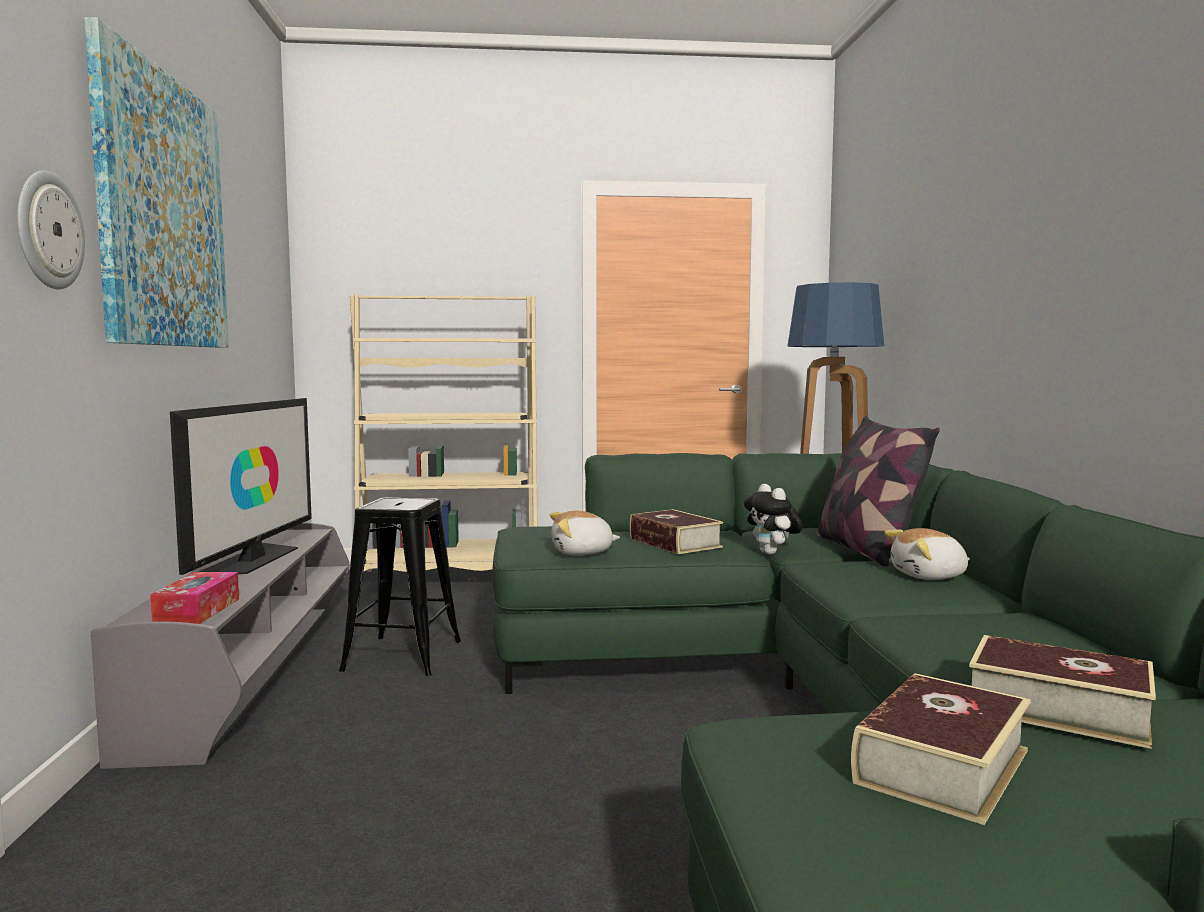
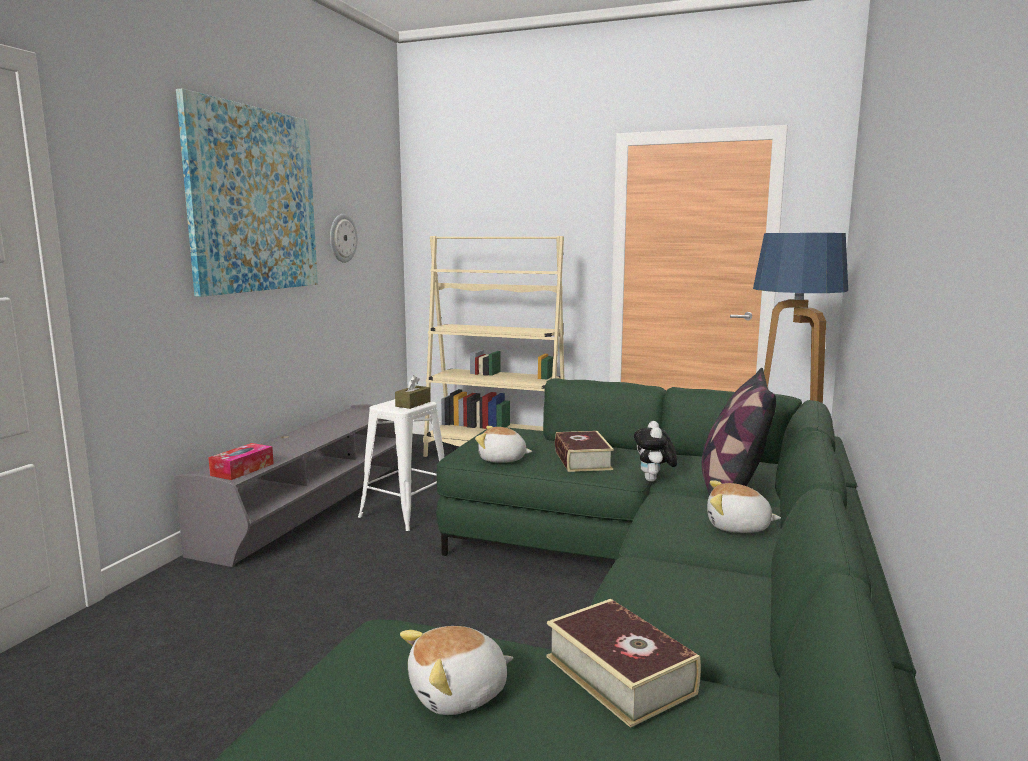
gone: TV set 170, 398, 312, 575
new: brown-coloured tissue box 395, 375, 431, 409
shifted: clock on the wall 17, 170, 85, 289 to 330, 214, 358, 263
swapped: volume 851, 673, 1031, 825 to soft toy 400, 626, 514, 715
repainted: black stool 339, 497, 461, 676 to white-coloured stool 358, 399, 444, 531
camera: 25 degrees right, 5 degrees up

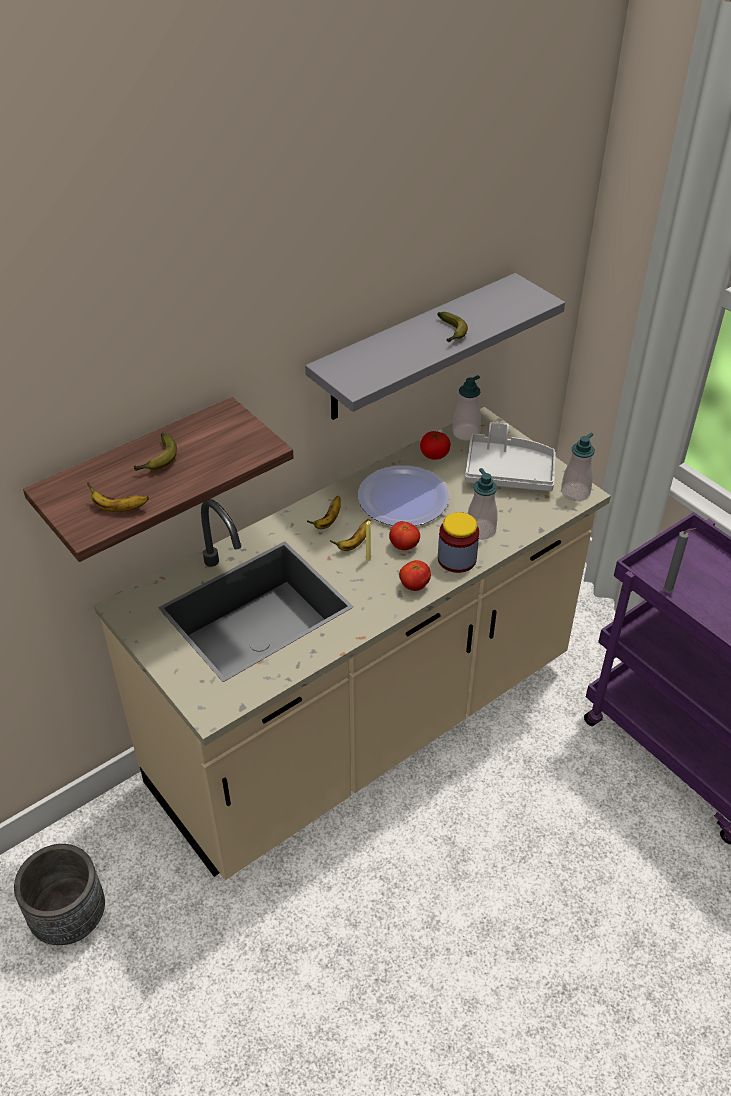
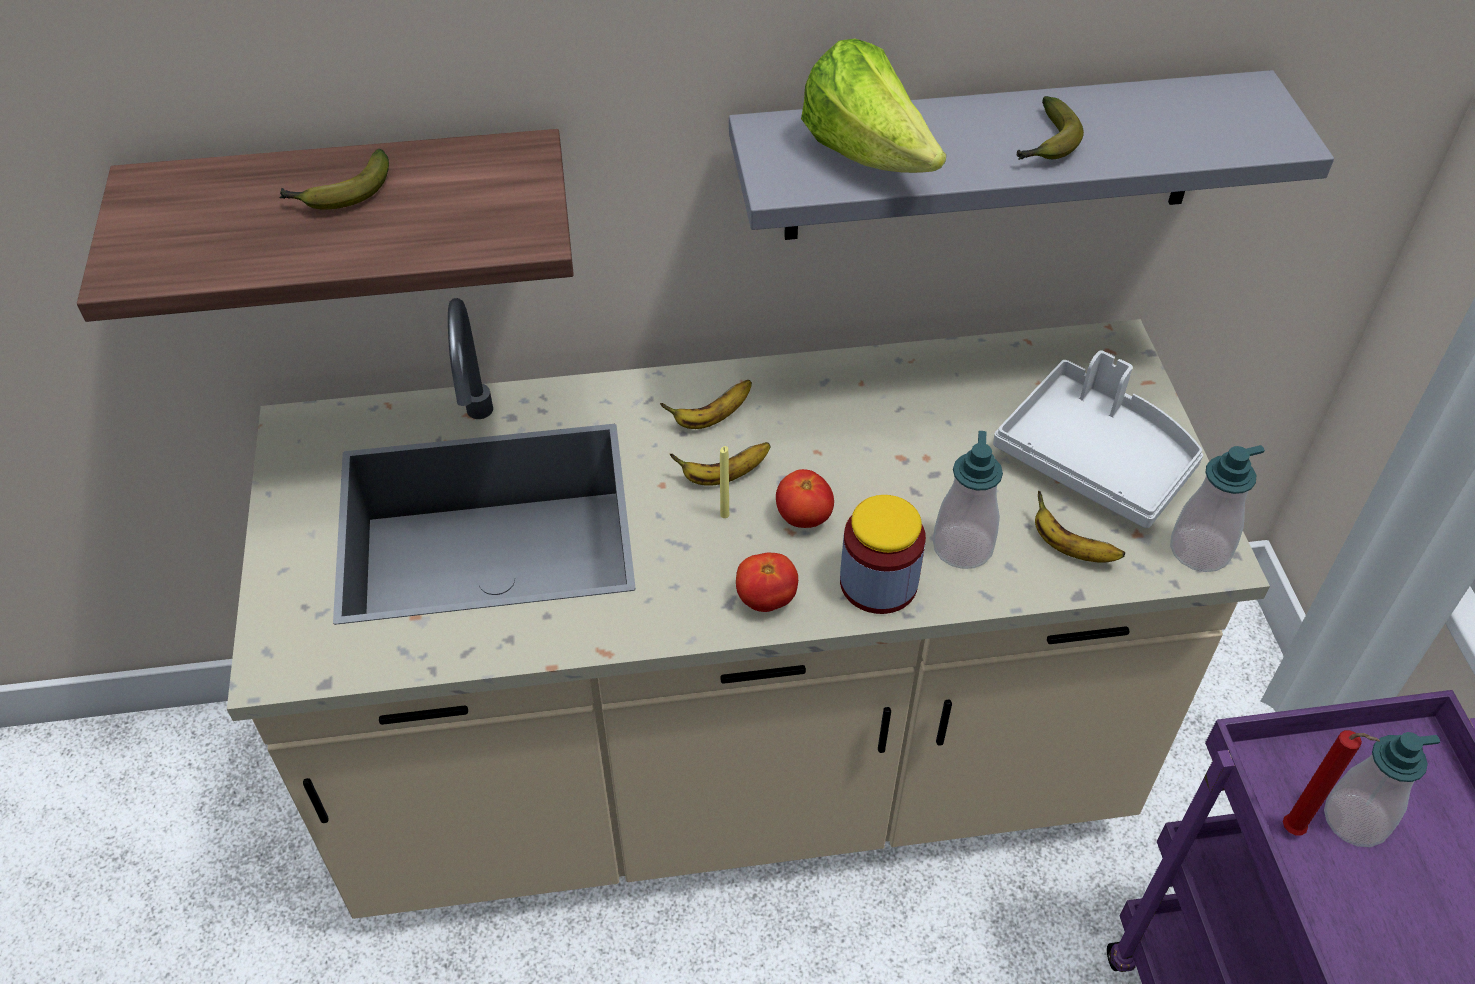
gone: gray planter 14, 844, 105, 945; dinner plate 358, 465, 449, 526; tomato 420, 431, 451, 460
new: lettuce head 801, 38, 946, 173
shifted: banana fruit 87, 482, 149, 512 to 1035, 491, 1125, 563; soap bottle 452, 375, 481, 441 to 1324, 732, 1440, 847
repainted: gray wax candle 663, 528, 696, 593 to red-coloured wax candle 1283, 730, 1380, 835
camera: 30 degrees right, 5 degrees up

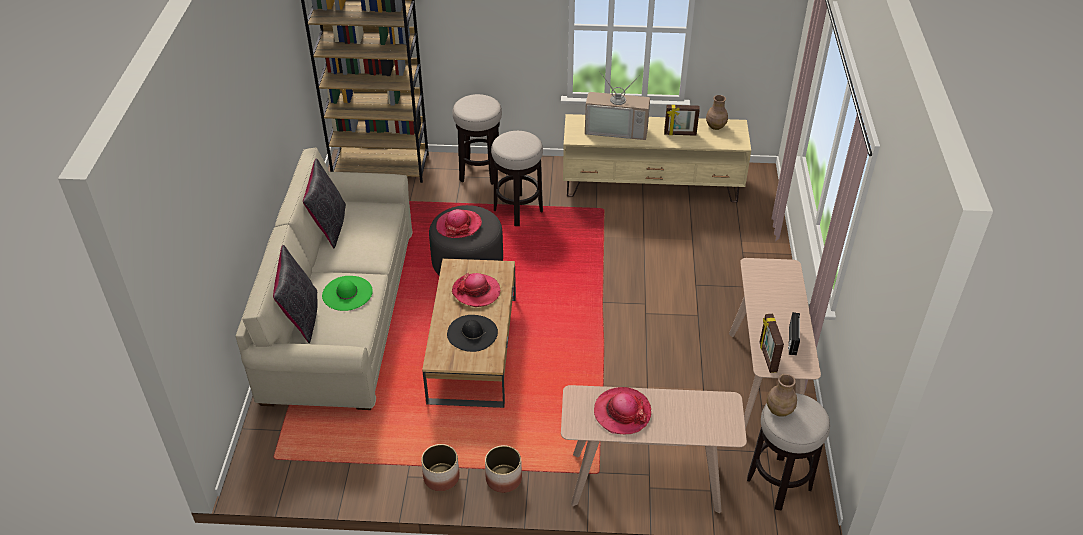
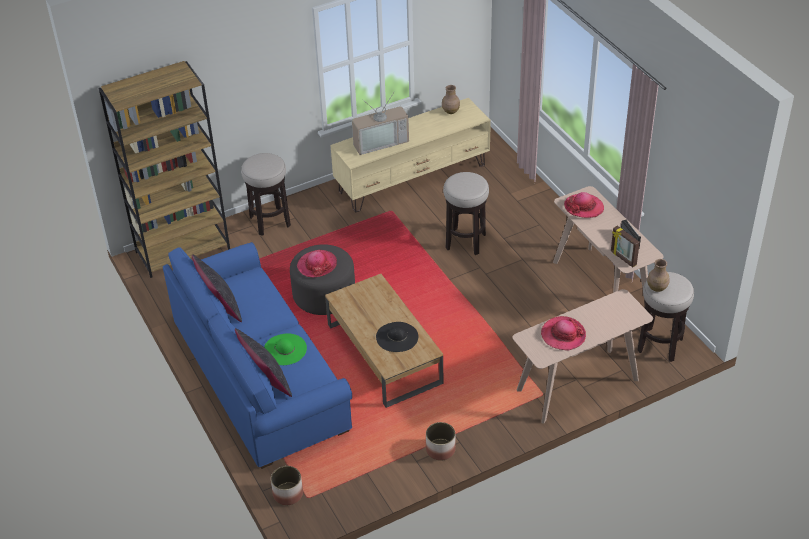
gone: photo frame 664, 105, 700, 136
shifted: planter 485, 445, 522, 493 to 271, 466, 303, 505; stool 491, 131, 543, 226 to 443, 172, 489, 255; clothing hat 452, 273, 500, 307 to 564, 192, 604, 218
repainted: beige-coloured couch 236, 148, 412, 410 to blue-coloured couch 163, 242, 352, 469
camera: 30 degrees left, 0 degrees up

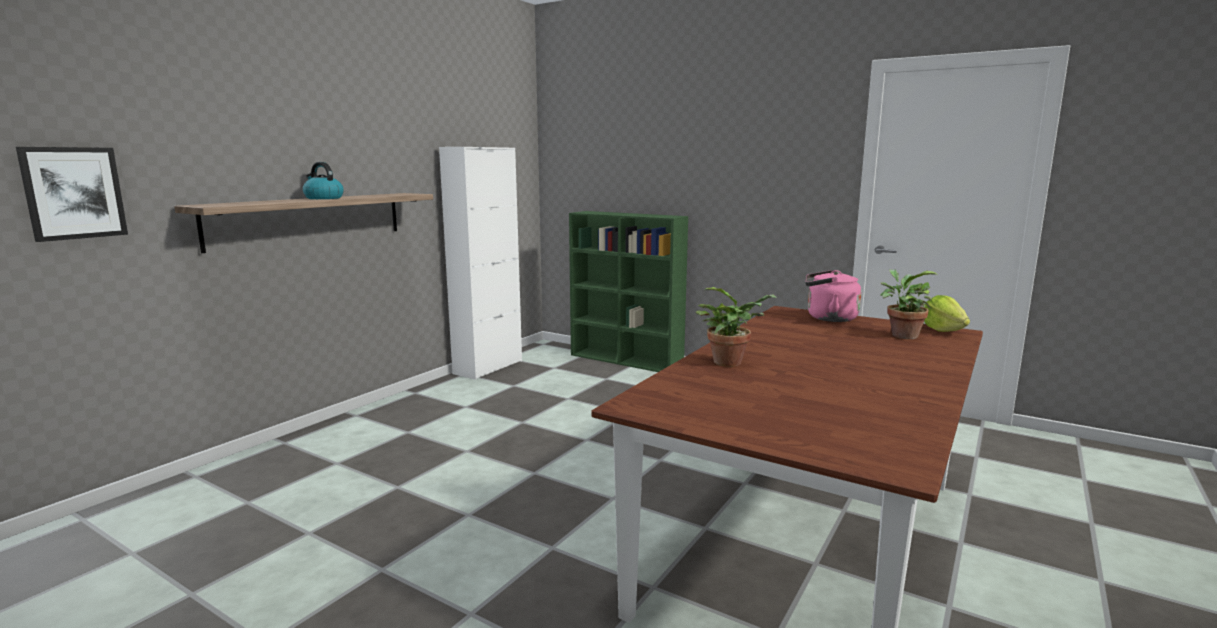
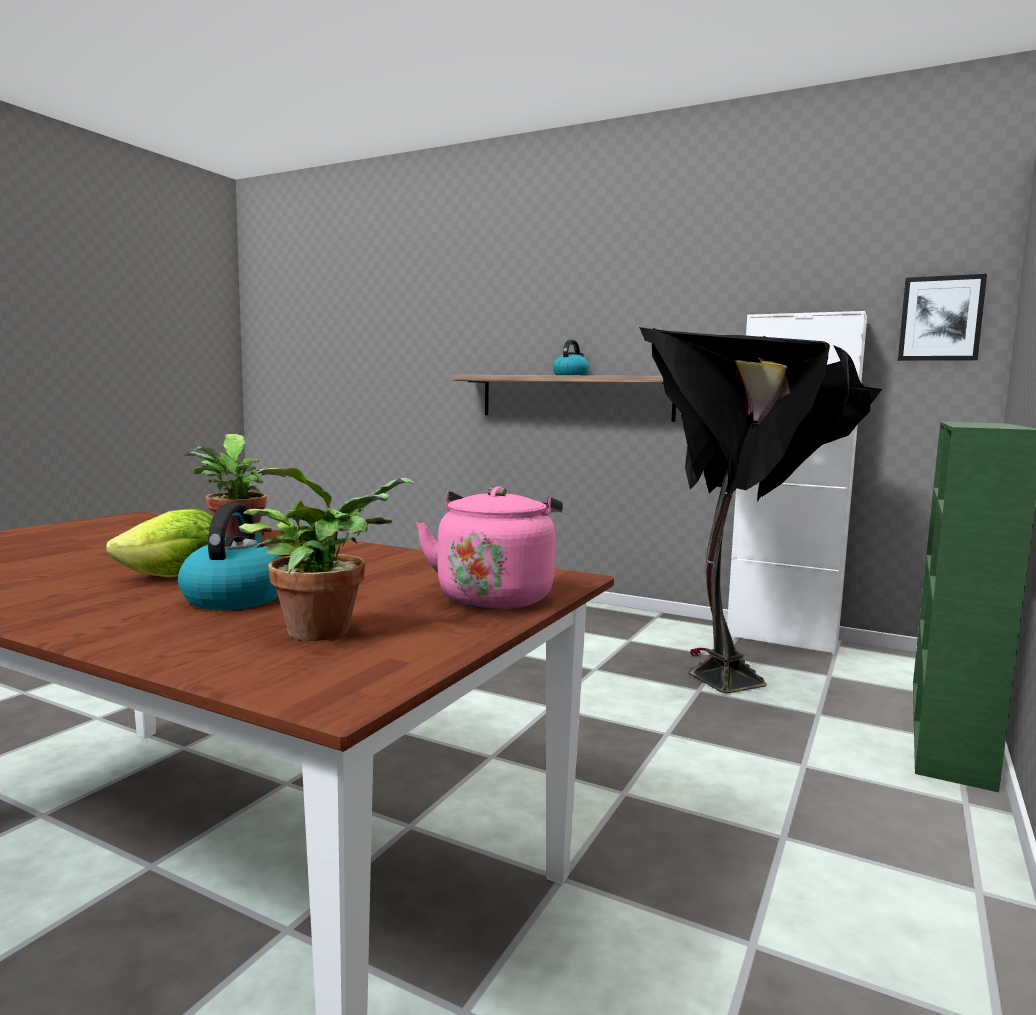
new: tea kettle 178, 503, 281, 610; black floor lamp 639, 327, 882, 694
shifted: lettuce head 924, 295, 970, 332 to 106, 509, 227, 577; wall art 16, 147, 128, 242 to 898, 274, 987, 361
camera: 85 degrees right, 5 degrees down

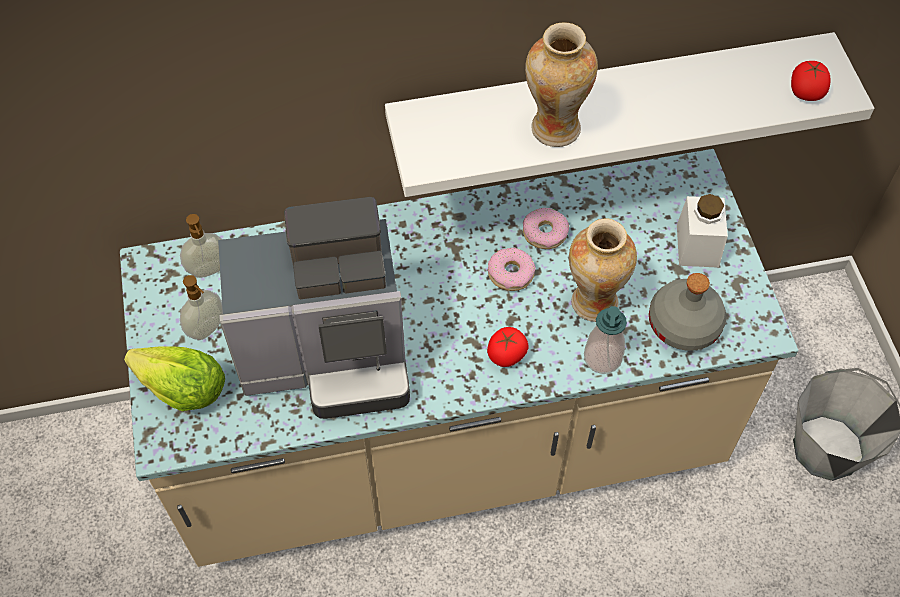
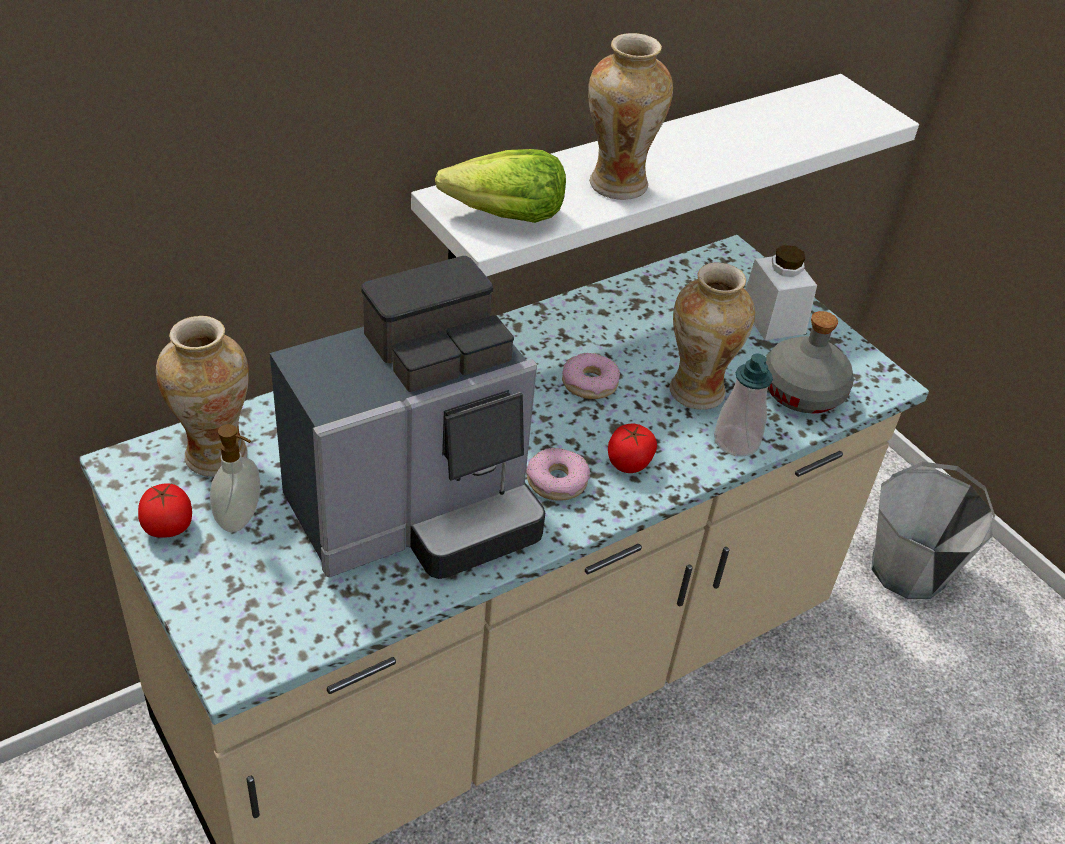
shifted: tomato 791, 61, 831, 101 to 138, 483, 192, 538; lettuce head 124, 346, 225, 411 to 435, 149, 566, 223; donut 523, 208, 569, 249 to 527, 448, 590, 501
swapped: soap bottle 180, 214, 223, 278 to vase 156, 316, 249, 477
camera: 25 degrees left, 15 degrees down

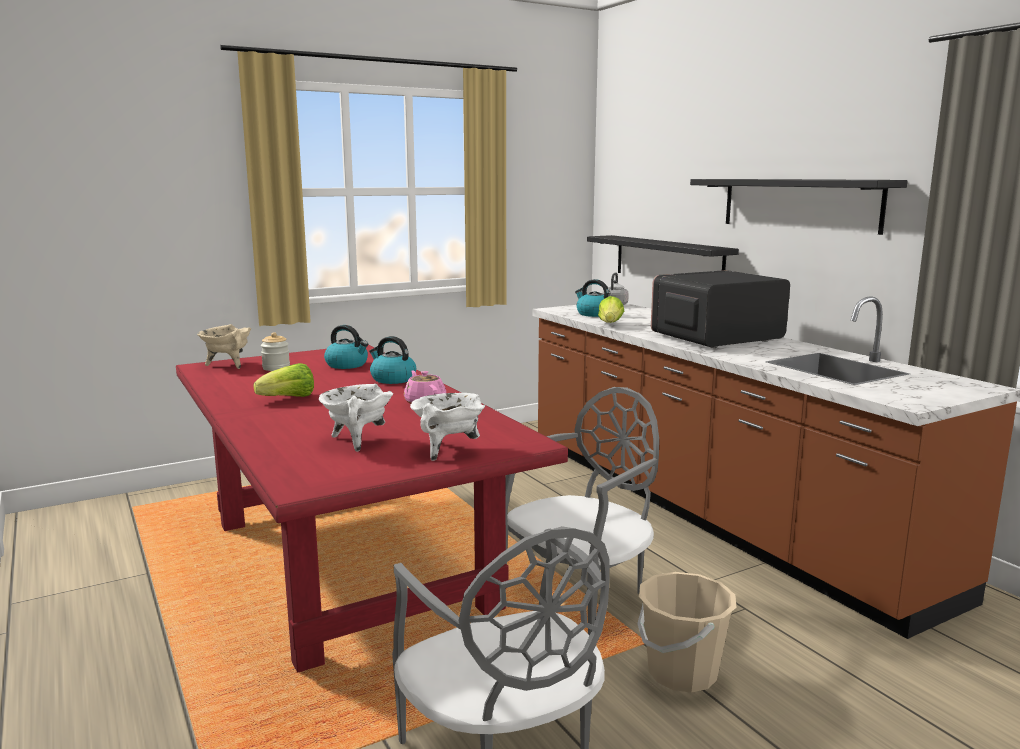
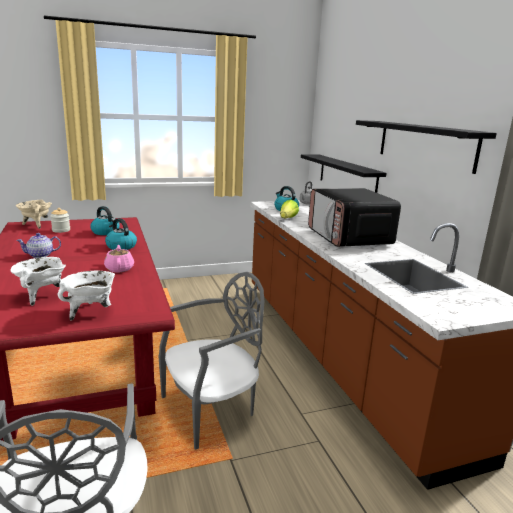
gone: beige-coloured bucket 637, 572, 737, 693
swapped: lettuce head 254, 363, 314, 397 to teapot 16, 233, 61, 258
rotated: microwave 651, 270, 790, 348 = 308, 188, 401, 247 90 degrees counterclockwise
camera: 10 degrees right, 5 degrees up

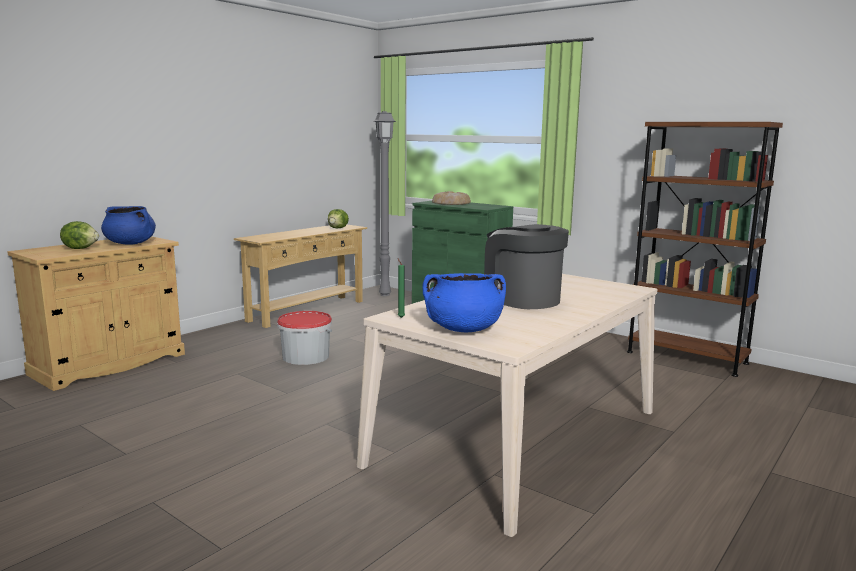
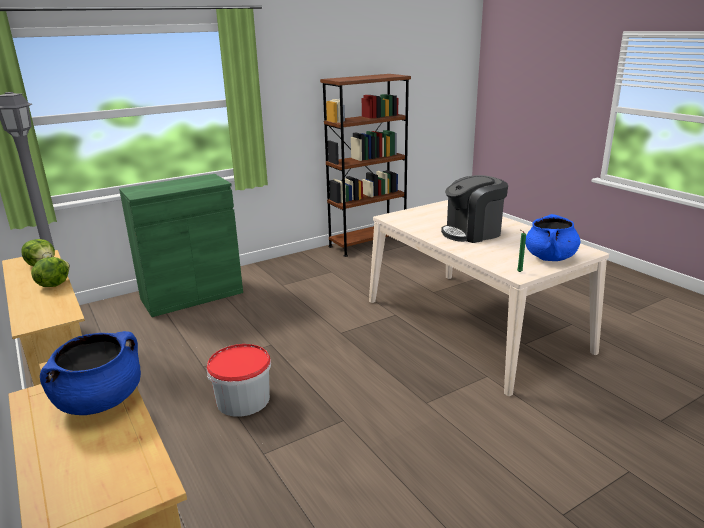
gone: bread 432, 191, 471, 205
shifted: lettuce head 60, 221, 99, 249 to 31, 257, 70, 287
camera: 70 degrees left, 10 degrees up

